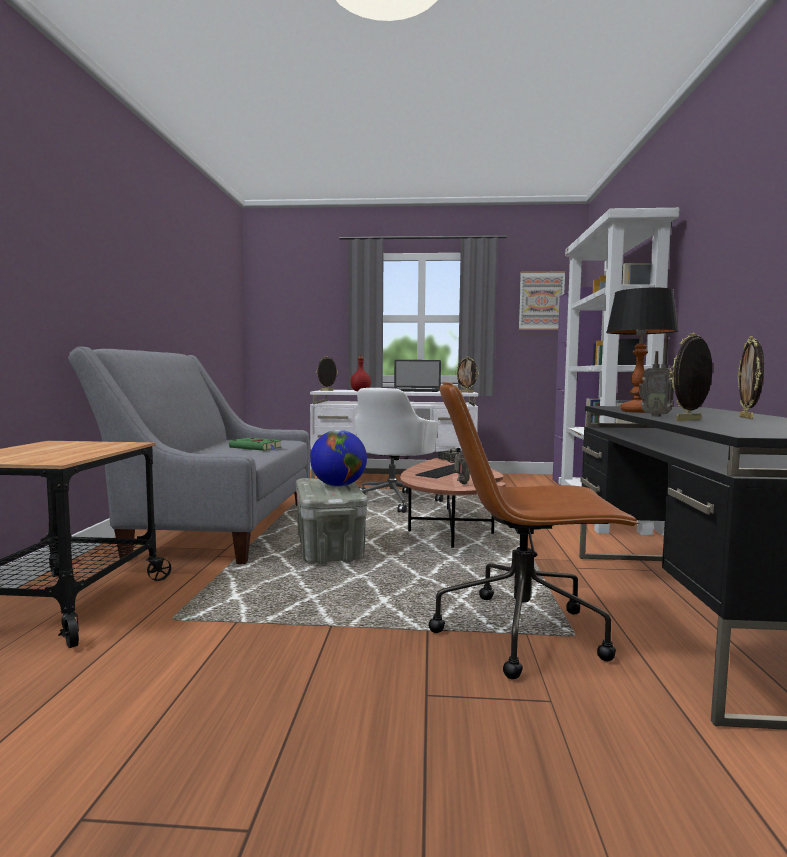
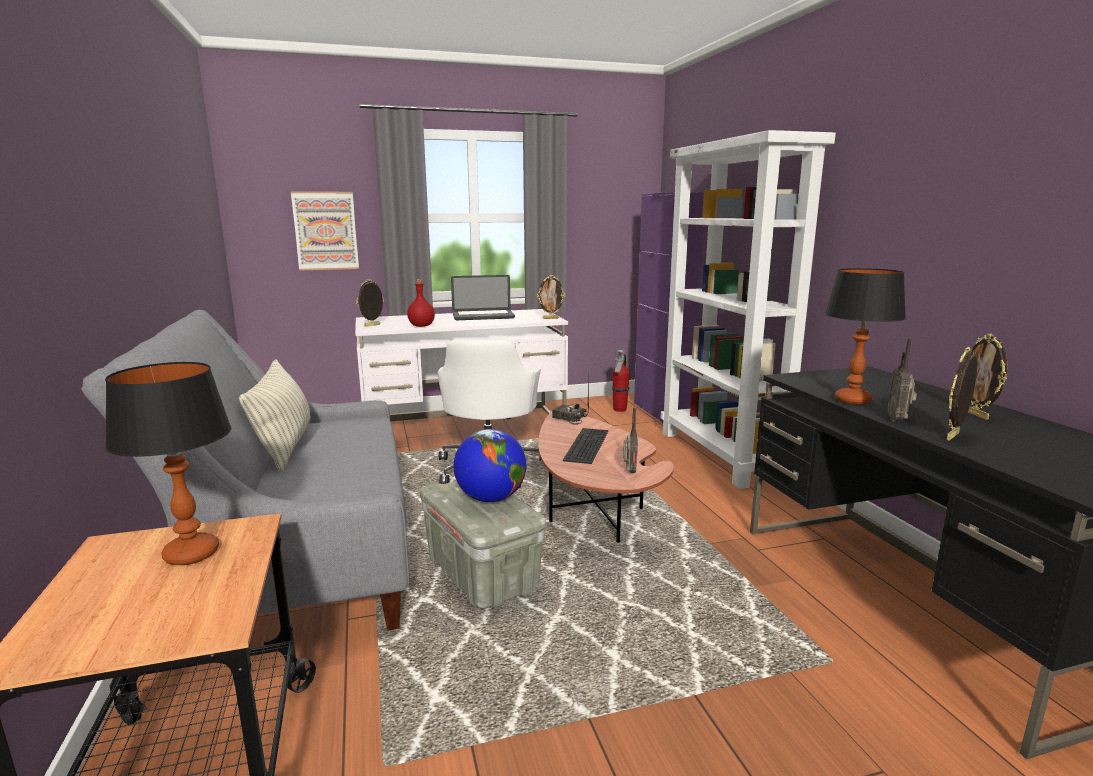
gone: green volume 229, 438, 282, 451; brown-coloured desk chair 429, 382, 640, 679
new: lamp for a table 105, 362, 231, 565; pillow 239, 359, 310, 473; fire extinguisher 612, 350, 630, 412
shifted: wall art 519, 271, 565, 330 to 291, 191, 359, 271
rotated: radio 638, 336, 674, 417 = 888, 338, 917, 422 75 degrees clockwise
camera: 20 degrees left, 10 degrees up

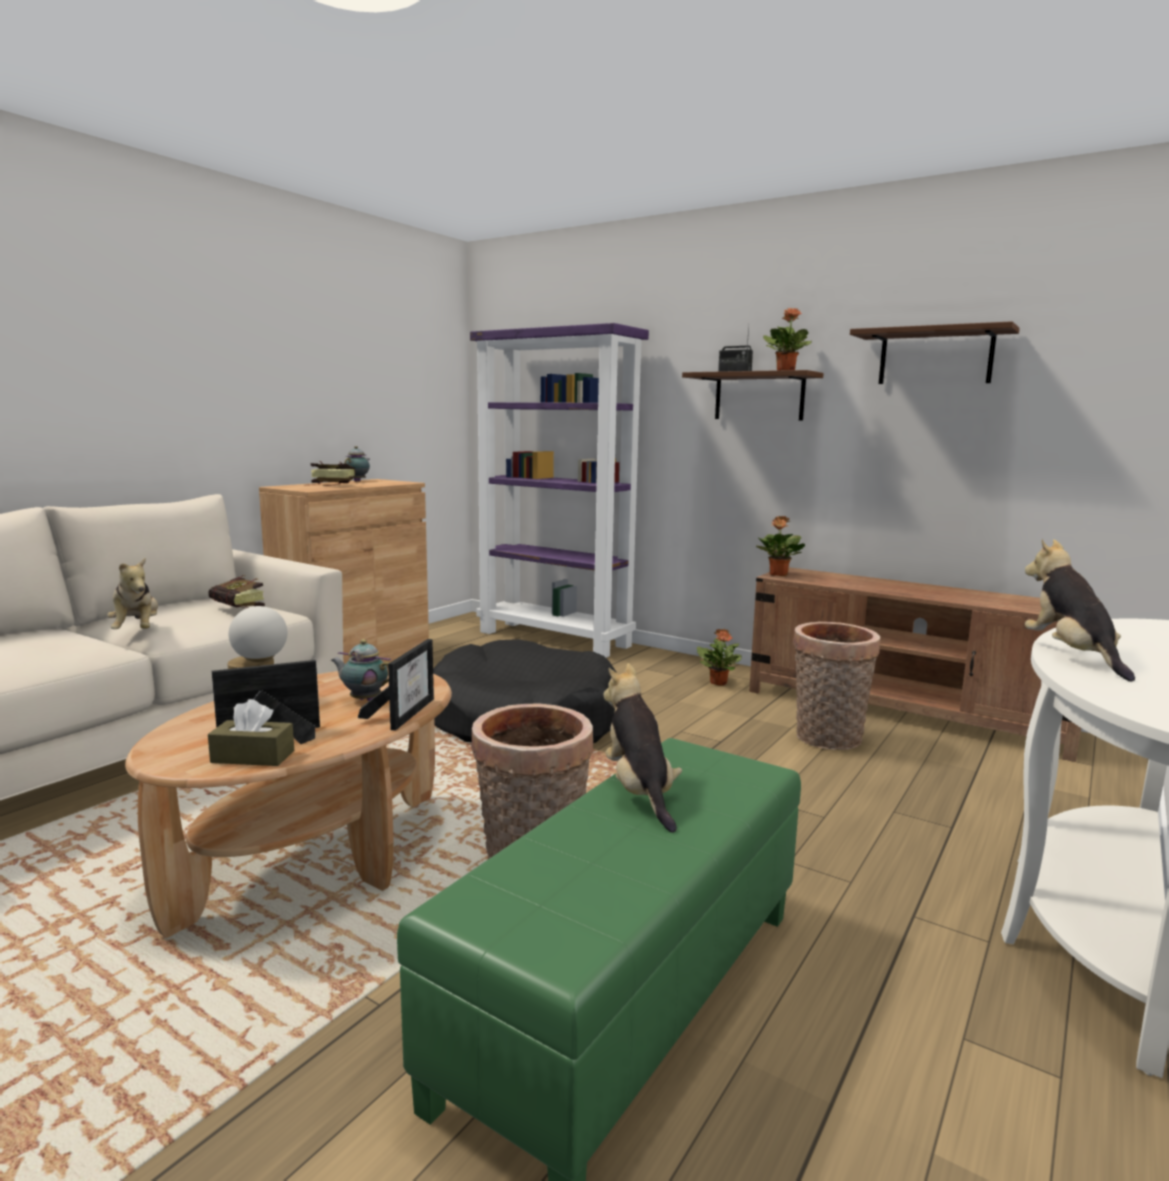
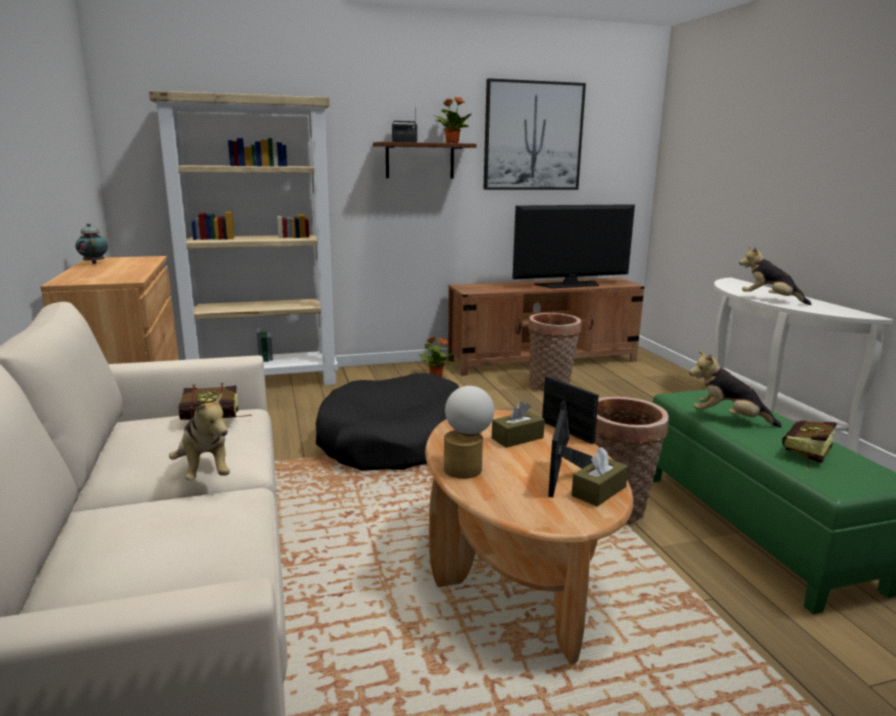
gone: houseplant 756, 516, 805, 576
new: TV set 512, 204, 635, 288
shifted: volume 311, 461, 355, 486 to 782, 421, 838, 471
swapped: brown-coloured wall shelf 850, 321, 1020, 384 to wall art 483, 78, 586, 190; teapot 331, 639, 391, 701 to brown-coloured tissue box 492, 401, 545, 448
repainted: purple-coloured bookshelf 470, 323, 649, 658 to beige-coloured bookshelf 149, 90, 338, 385
rotated: soft toy 107, 558, 158, 629 = 169, 393, 230, 480 45 degrees clockwise
camera: 50 degrees left, 5 degrees up

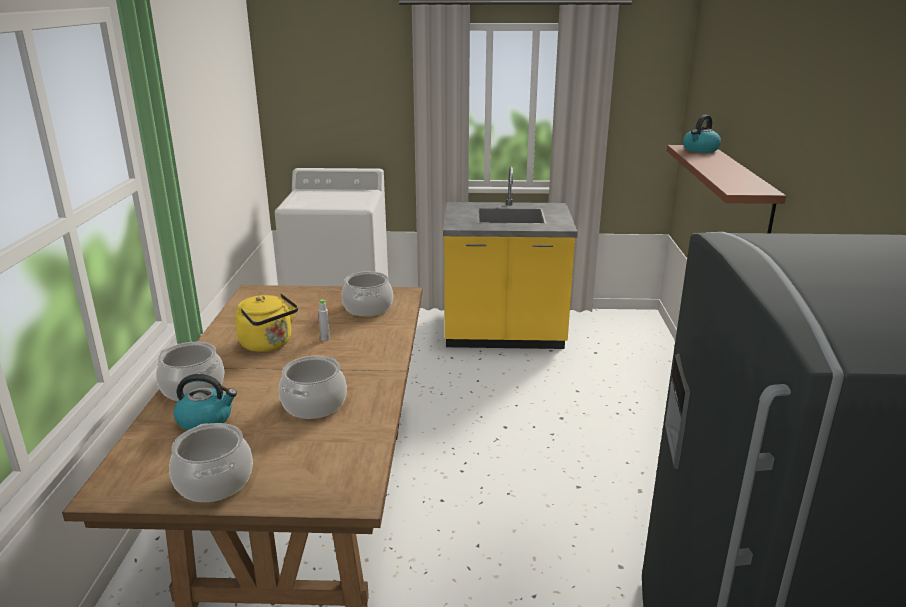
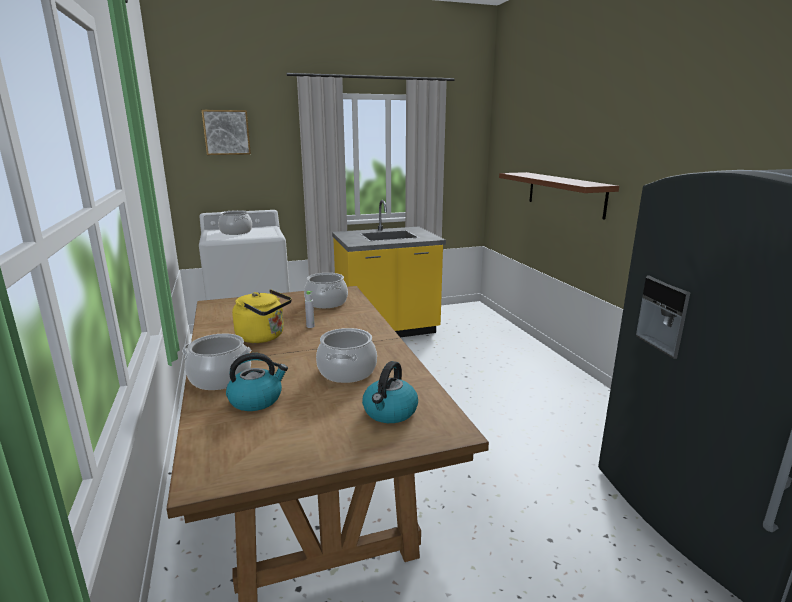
new: wall art 202, 110, 251, 155
shifted: cooking pot 169, 423, 253, 502 to 218, 210, 252, 235; tea kettle 683, 115, 721, 153 to 362, 361, 418, 423
camera: 20 degrees left, 5 degrees down

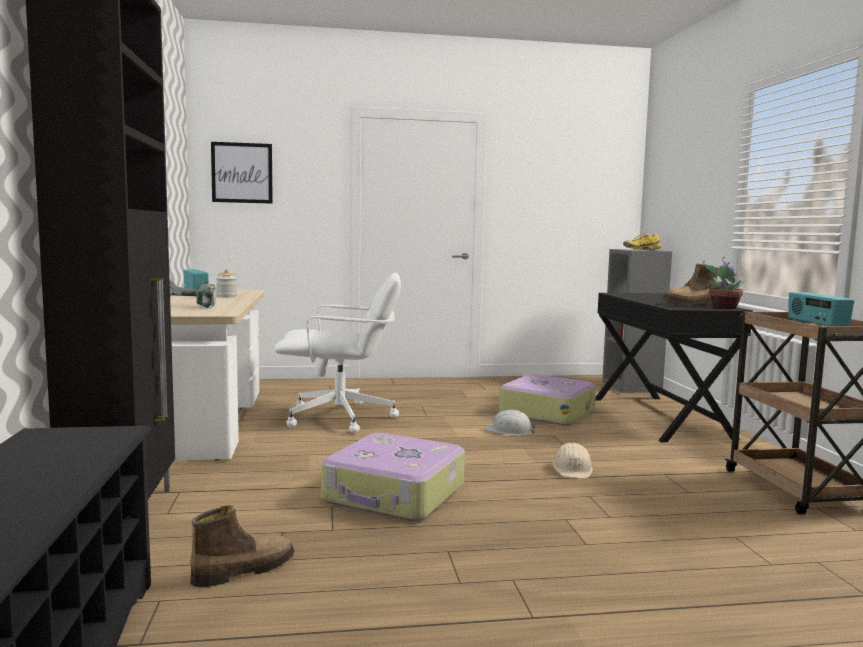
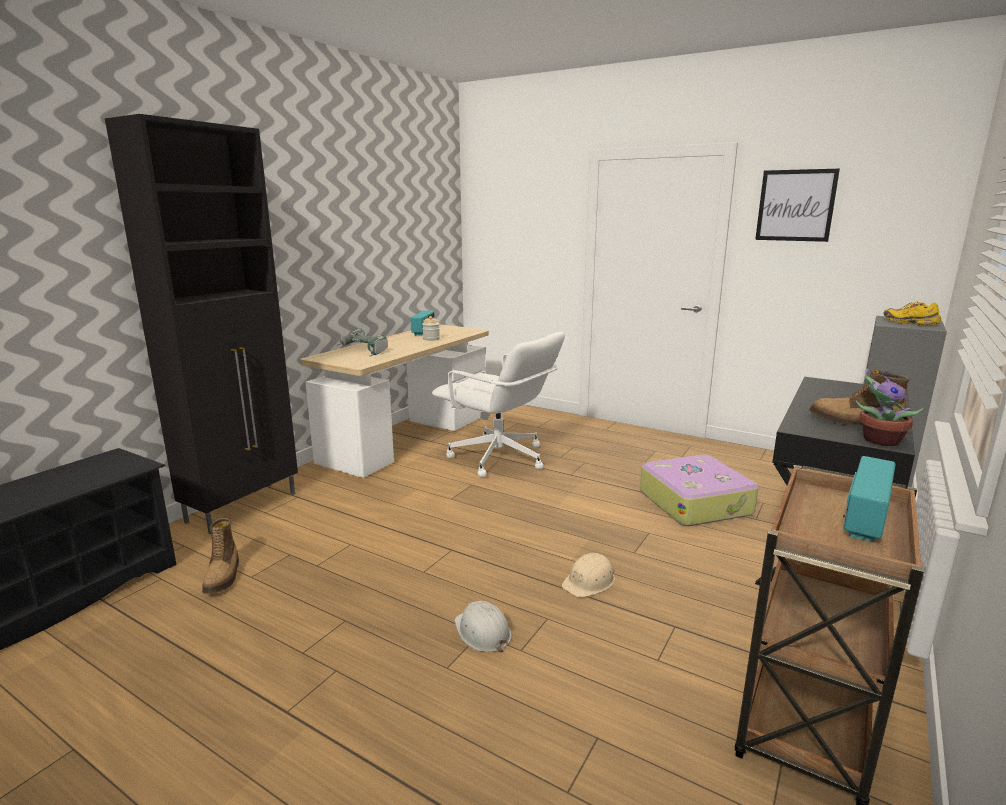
gone: travel case 321, 433, 465, 521
shifted: white-coloured work helmet 485, 410, 536, 436 to 454, 601, 512, 652; wall art 211, 142, 273, 204 to 755, 168, 840, 242
rotated: high-top boot 190, 505, 295, 587 = 202, 518, 239, 594 75 degrees clockwise
camera: 40 degrees right, 10 degrees up

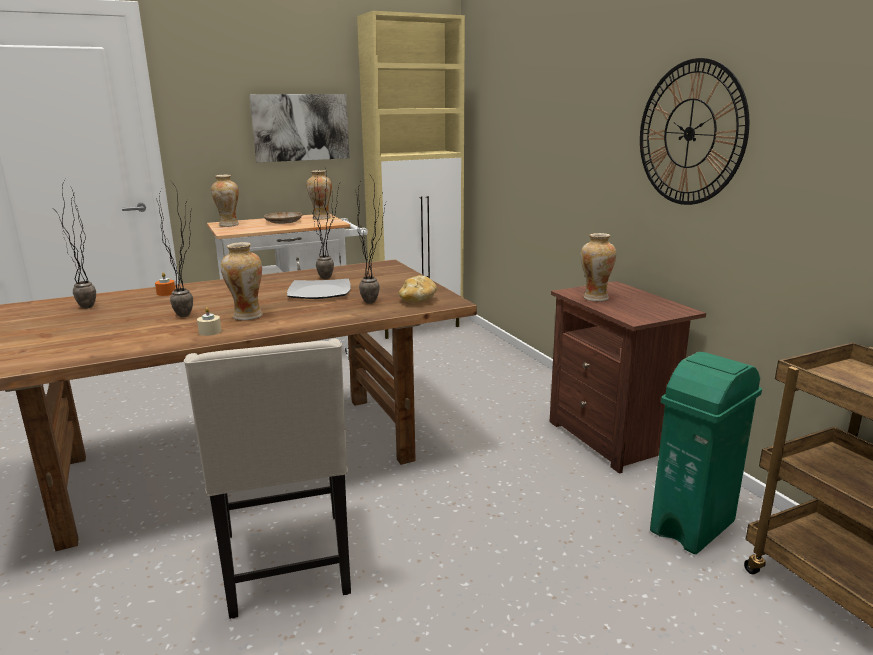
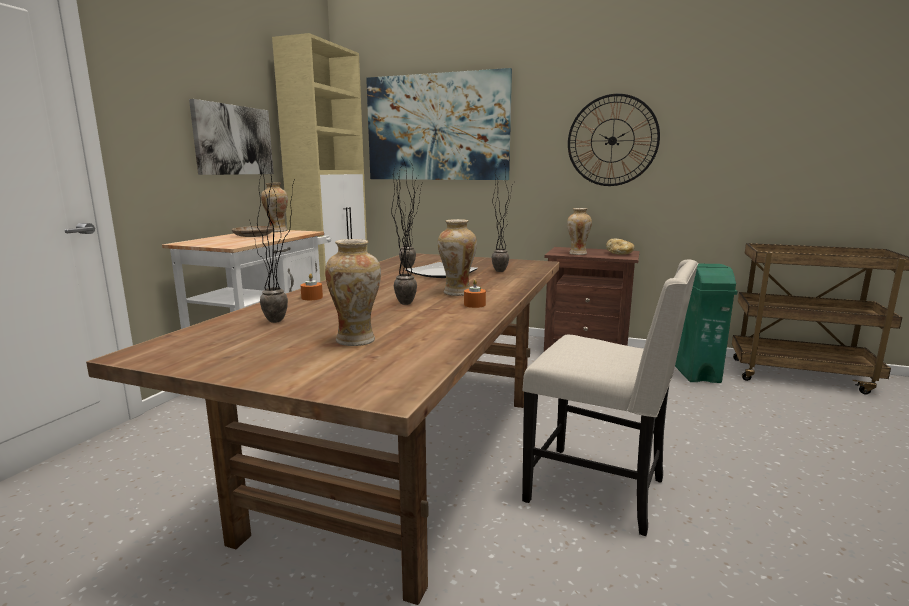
new: wall art 366, 68, 512, 180
shifted: vase 211, 175, 239, 227 to 325, 239, 381, 346; bread 399, 275, 437, 303 to 606, 239, 635, 255
repainted: beige-coloured wax candle 197, 307, 221, 336 to orangey wax candle 464, 279, 486, 308
camera: 45 degrees left, 5 degrees down

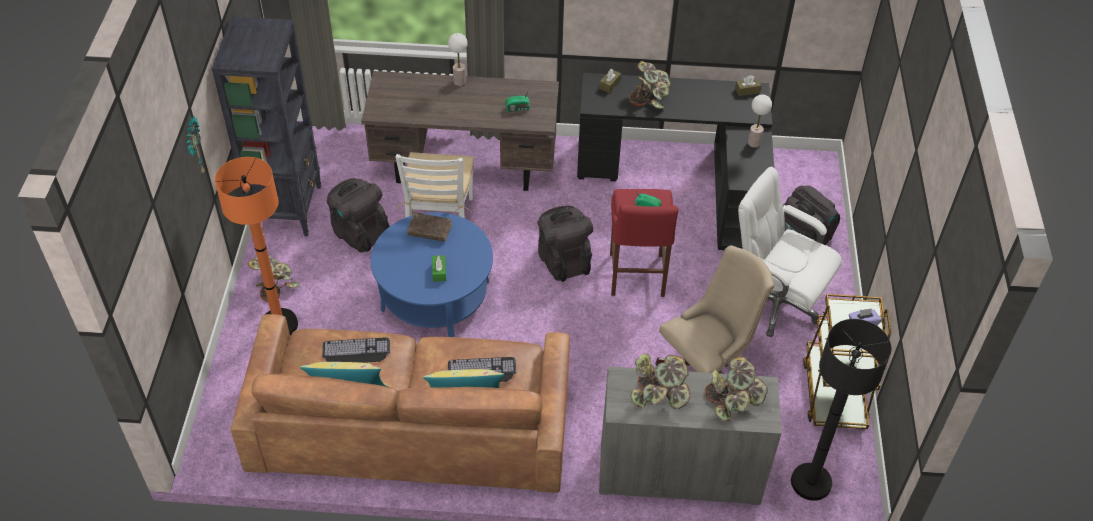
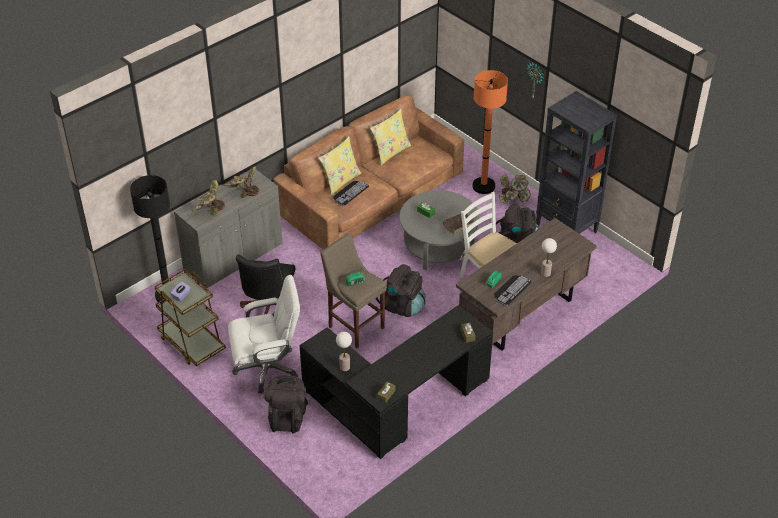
gone: houseplant 629, 61, 671, 109
shifted: PC keyboard 322, 337, 390, 363 to 494, 275, 532, 306
repainted: beige-coloured desk chair 655, 245, 774, 374 to black desk chair 236, 254, 296, 315; red-coloured stool 610, 189, 678, 297 to beige-coloured stool 320, 234, 387, 348; blue-coloured coffee table 371, 212, 493, 337 to gray coffee table 400, 190, 480, 270
camera: 135 degrees right, 5 degrees down

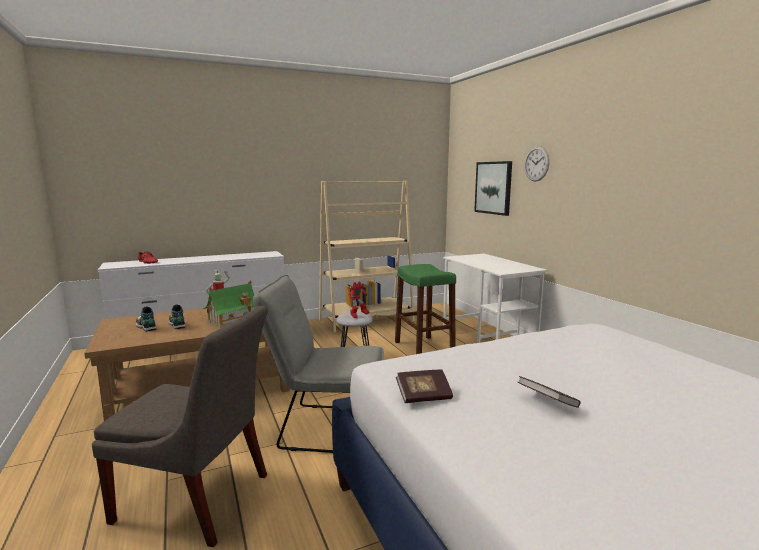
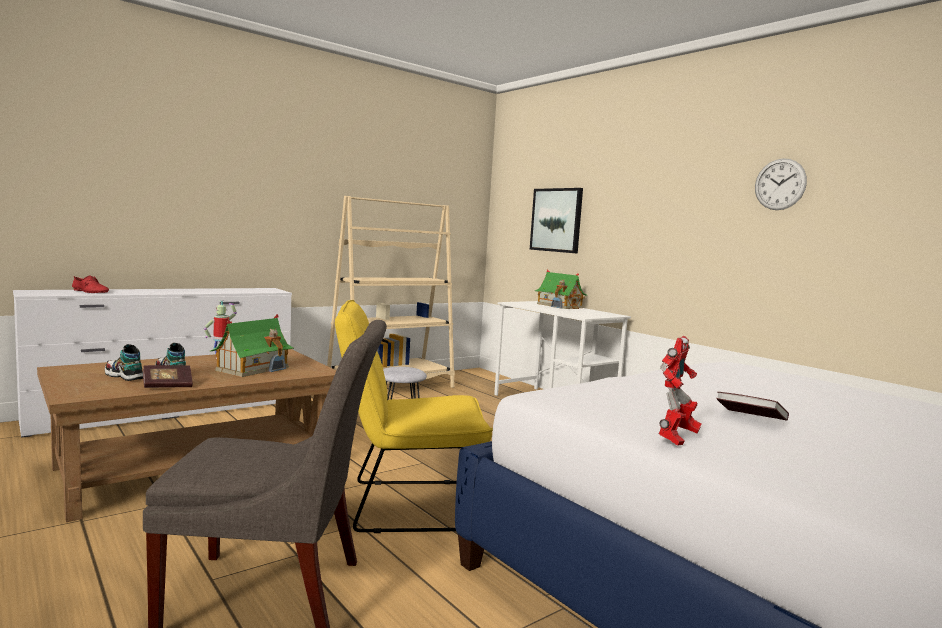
gone: green stool 395, 264, 456, 354
new: model house 535, 269, 587, 309
shifted: volume 396, 369, 453, 403 to 143, 365, 193, 388; toy robot 348, 281, 370, 318 to 659, 336, 701, 446; clock on the wall 525, 146, 549, 182 to 755, 158, 807, 210
repainted: gray plain chair 253, 275, 384, 453 to yellow-coloured plain chair 335, 300, 493, 533
camera: 15 degrees left, 5 degrees down

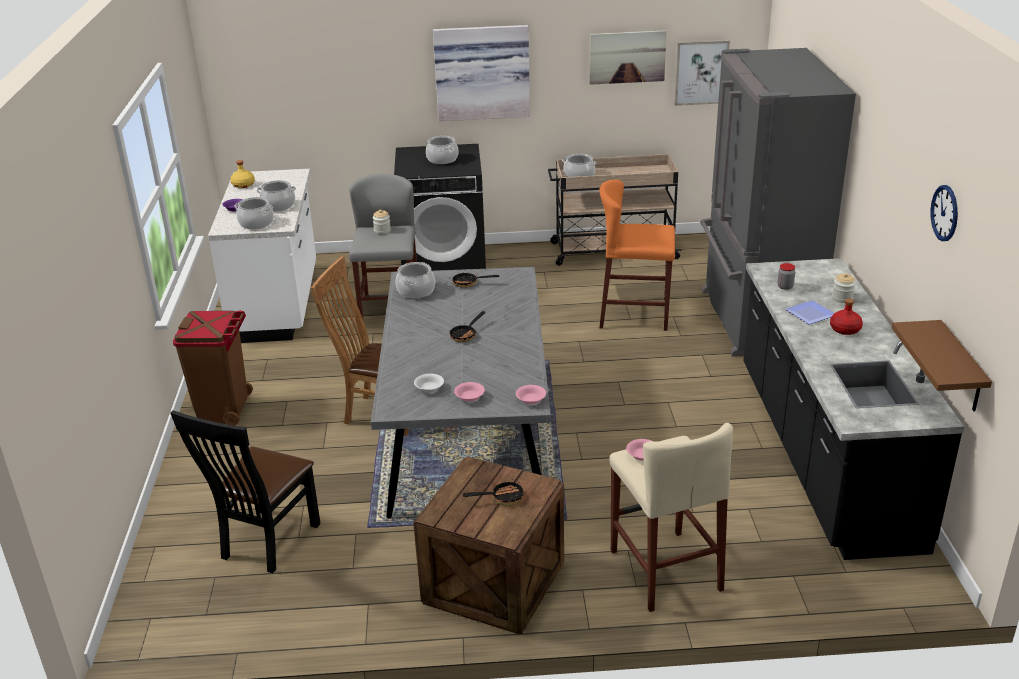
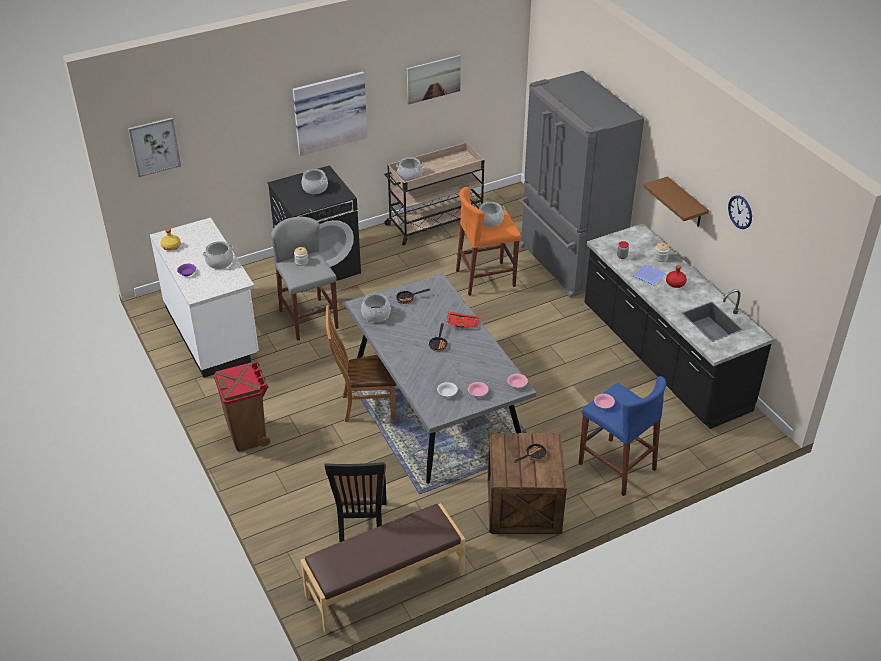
new: brown-coloured long seat 300, 503, 465, 634; red-coloured tray 447, 312, 479, 329
shifted: wall art 674, 40, 730, 106 to 128, 118, 181, 177; cooking pot 234, 197, 274, 229 to 479, 202, 505, 227; brown-coloured wall shelf 892, 320, 992, 411 to 643, 176, 709, 227
repainted: beige-coloured stool 609, 423, 733, 612 to blue-coloured stool 579, 376, 666, 496
camera: 25 degrees left, 10 degrees up

